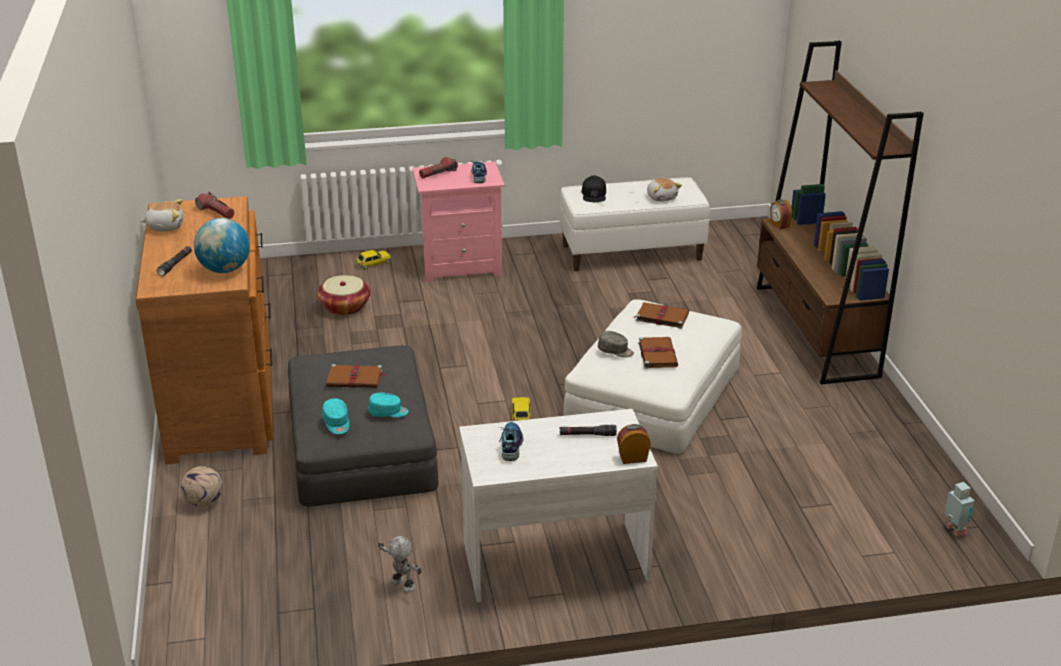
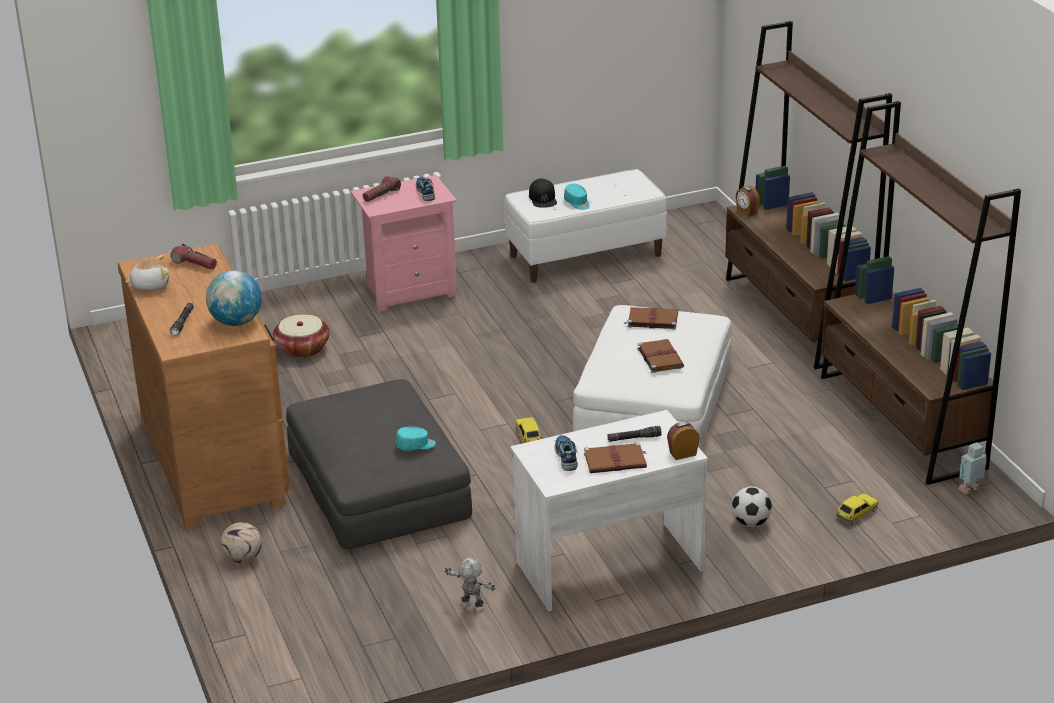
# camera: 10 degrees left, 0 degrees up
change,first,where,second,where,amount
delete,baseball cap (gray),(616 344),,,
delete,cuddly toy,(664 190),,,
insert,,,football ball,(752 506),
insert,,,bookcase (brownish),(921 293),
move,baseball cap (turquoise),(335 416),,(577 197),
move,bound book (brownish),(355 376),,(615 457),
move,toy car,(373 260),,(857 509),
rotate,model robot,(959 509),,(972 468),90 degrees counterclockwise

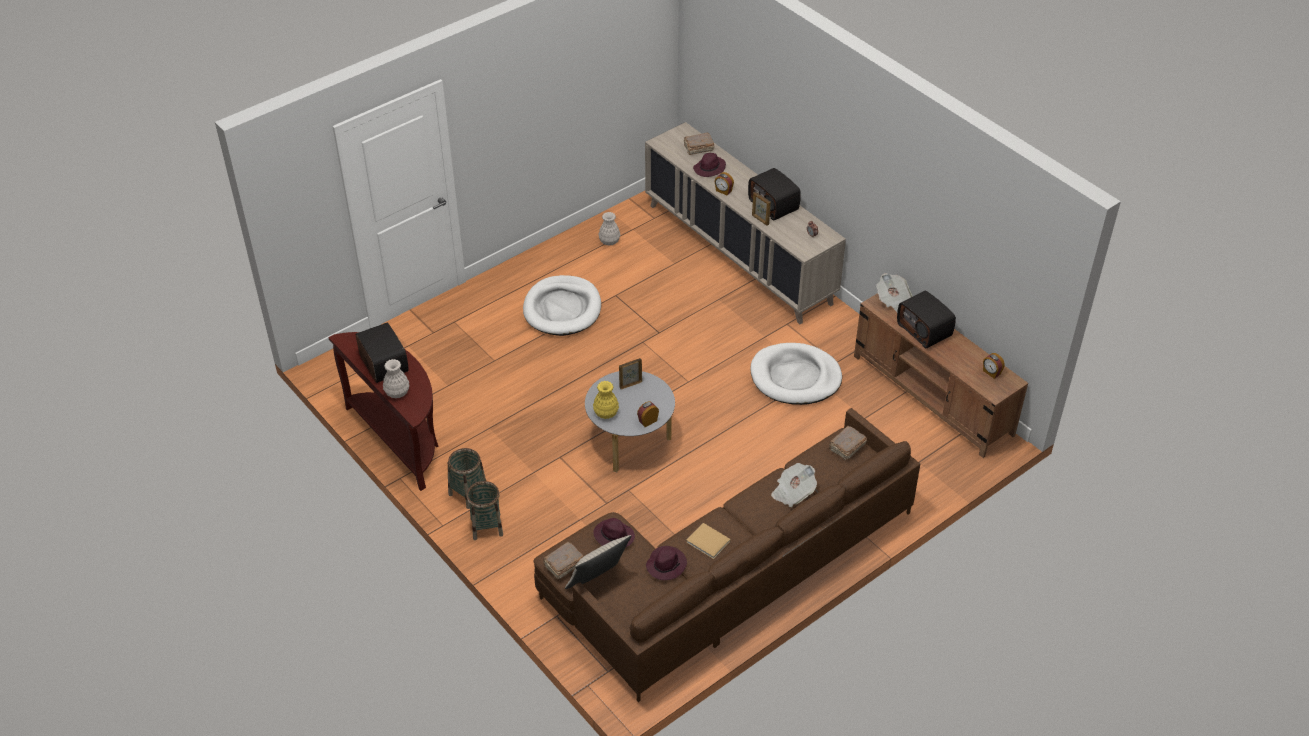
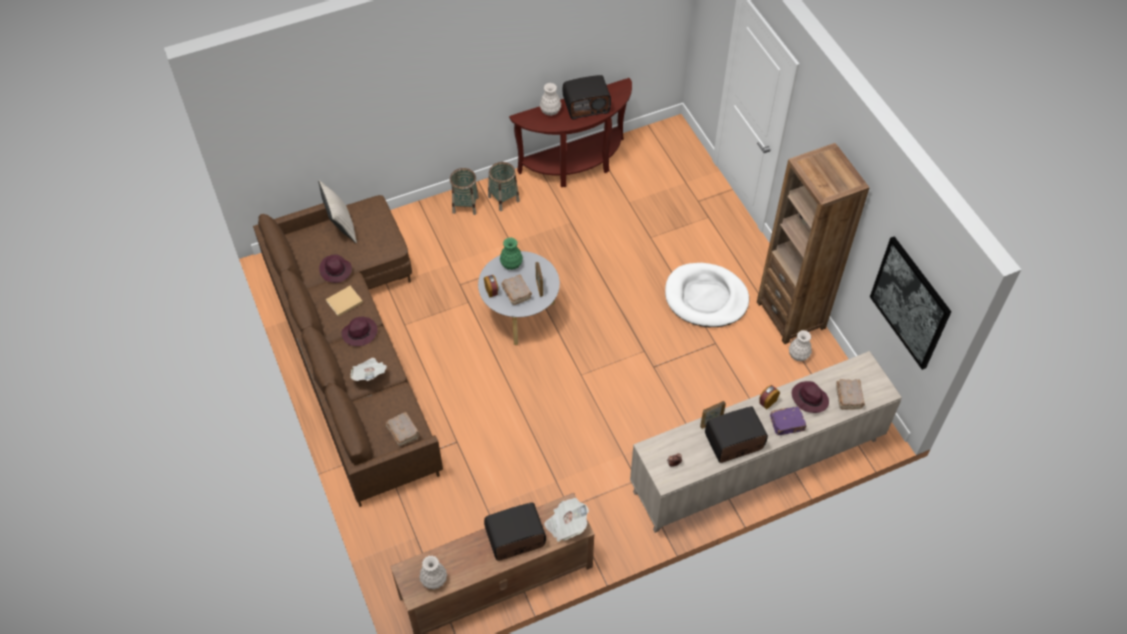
# camera: 105 degrees right, 10 degrees up
change,first,where,second,where,amount
delete,dog cushion (white),(796 374),,,
insert,,,bookcase (brownish),(813 244),
insert,,,bound book (purplish),(788 420),
insert,,,wall art,(910 303),
move,bound book (brownish),(563 560),,(516 290),
move,clothing hat (purplish),(614 532),,(359 331),
replace,table clock,(994 366),decorative vase (white),(433 572),
recolor,decorative vase (yellow-coloured),(606 400),decorative vase (green),(511 253),

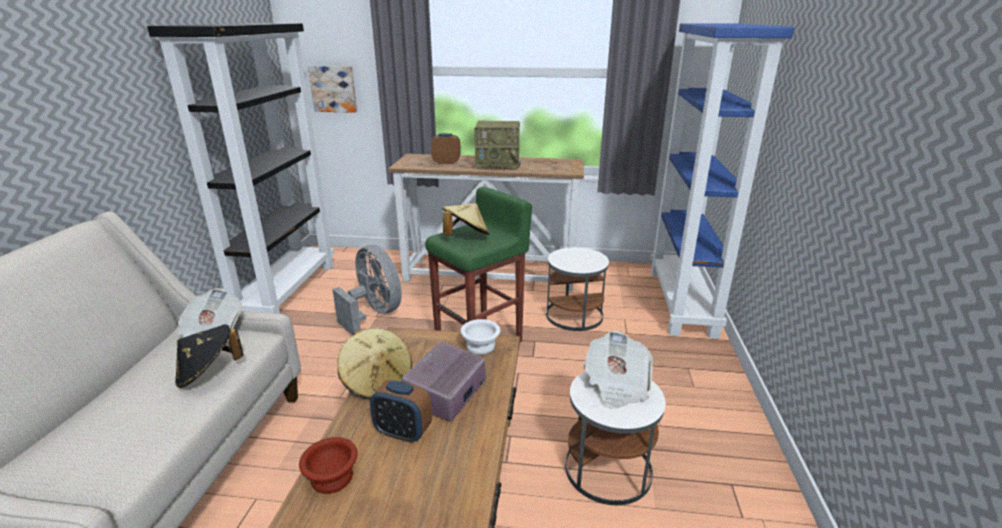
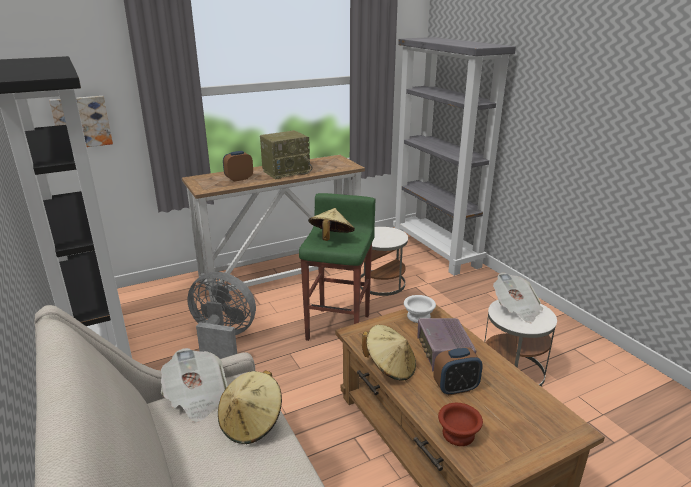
# camera: 35 degrees left, 0 degrees up
change,first,where,second,where,amount
recolor,clothing hat (black),(209 356),clothing hat (sand-coloured),(250 407),
recolor,bookcase (blue),(722 181),bookcase (gray),(454 156),

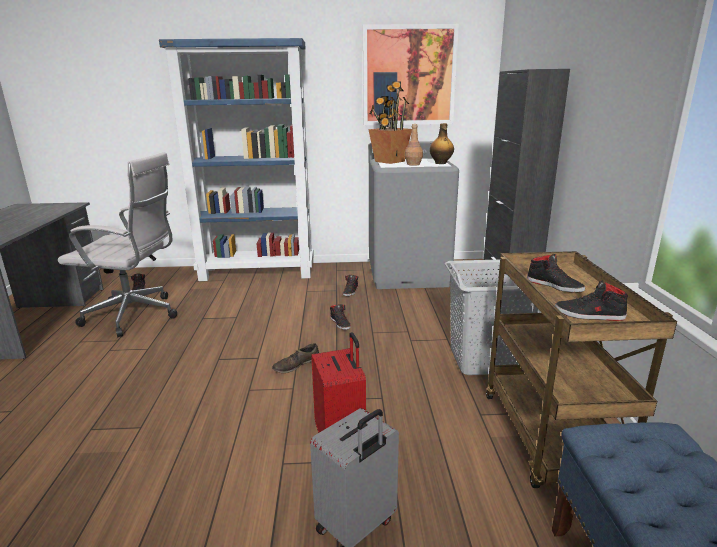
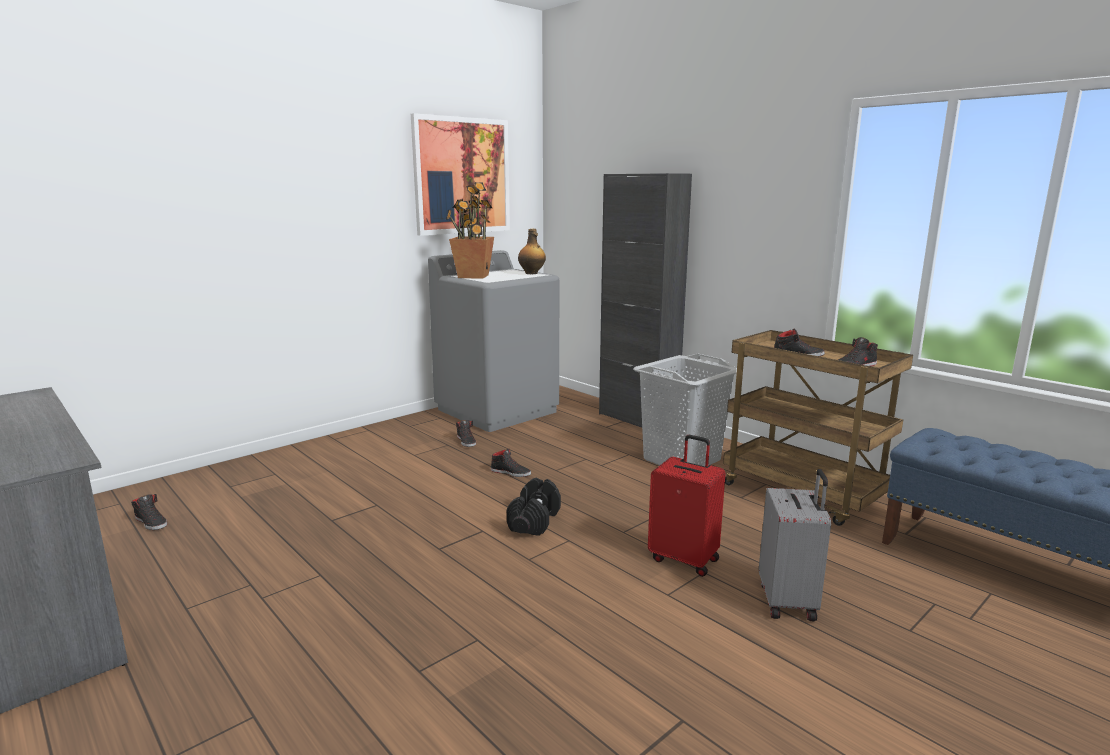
# camera: 40 degrees left, 5 degrees down
change,first,where,second,where,amount
delete,computer chair (white),(117 244),,,
delete,bookcase (blue),(236 159),,,
delete,beverage bottle (brownish),(414 145),,,
replace,shoe (brownish),(295 358),hand weight (black),(534 507),

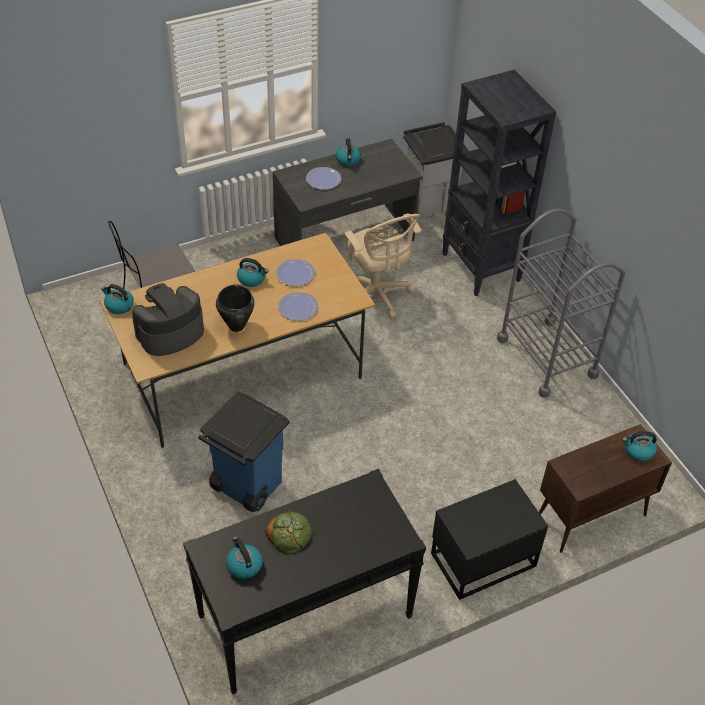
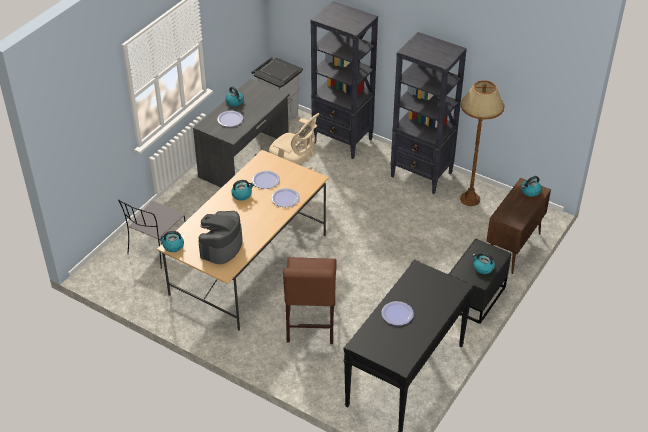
# camera: 30 degrees left, 5 degrees down
change,first,where,second,where,amount
delete,saucepot (black),(235 308),,,
insert,,,standing lamp (brownish),(482 143),
move,water kettle,(244 557),,(483 263),
replace,waste bin (blue),(244 452),chair (brownish),(310 300),
replace,bakery bread,(288 532),flat dish,(397 313),
replace,wheeled cart (gray),(561 303),bookcase (black),(428 113),

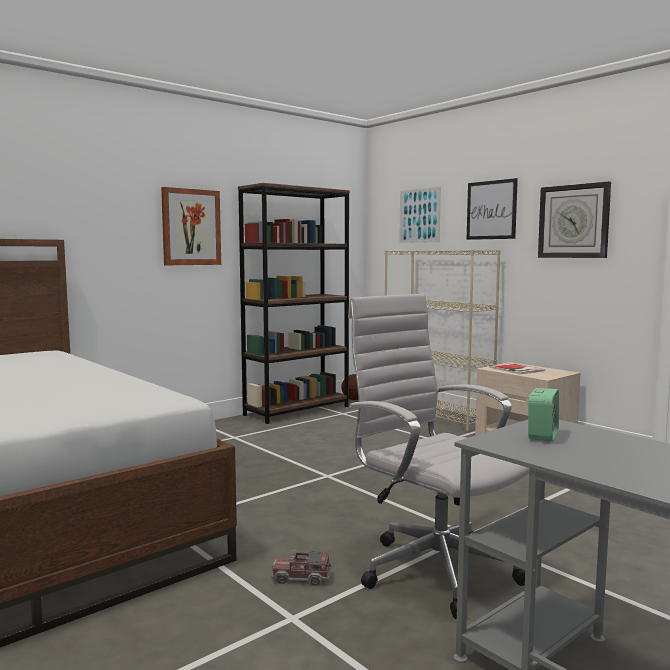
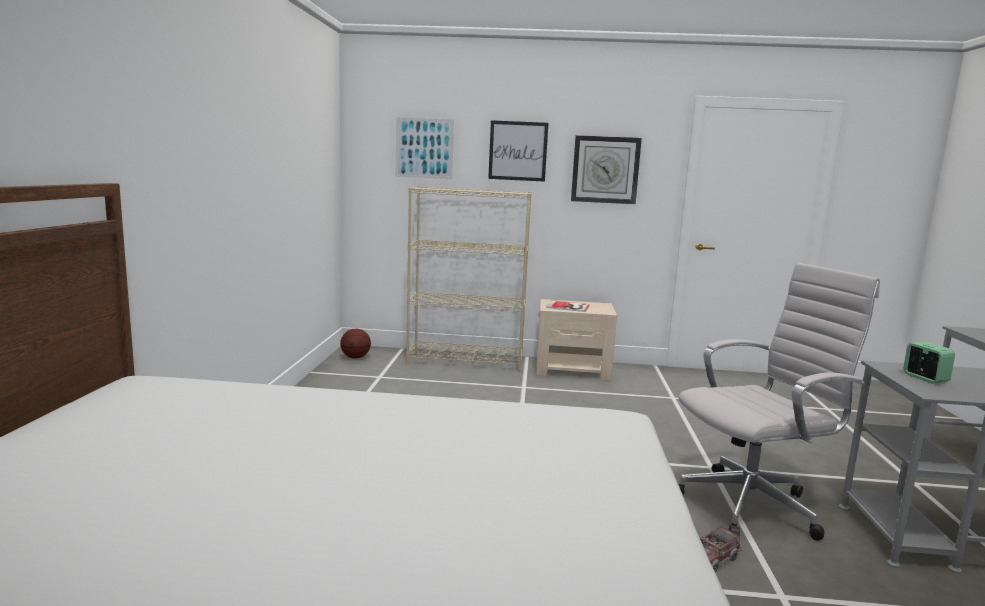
# camera: 45 degrees left, 5 degrees up
change,first,where,second,where,amount
delete,wall art,(191 226),,,
delete,bookcase (brownish),(294 303),,,
rotate,computer chair (white),(439 456),,(779 402),150 degrees clockwise

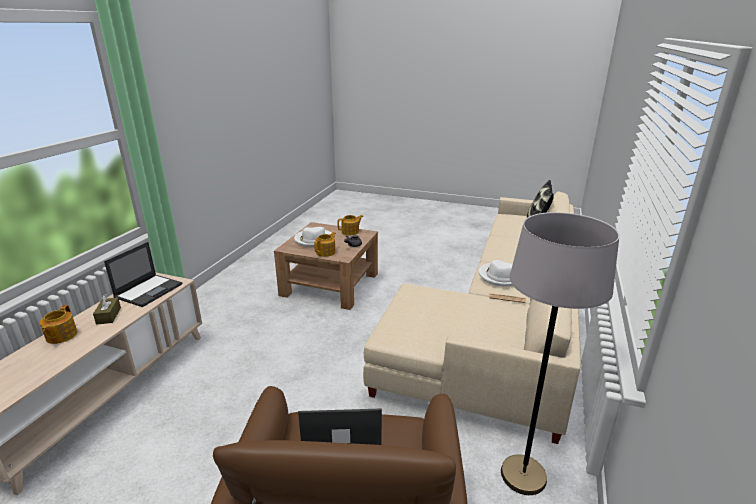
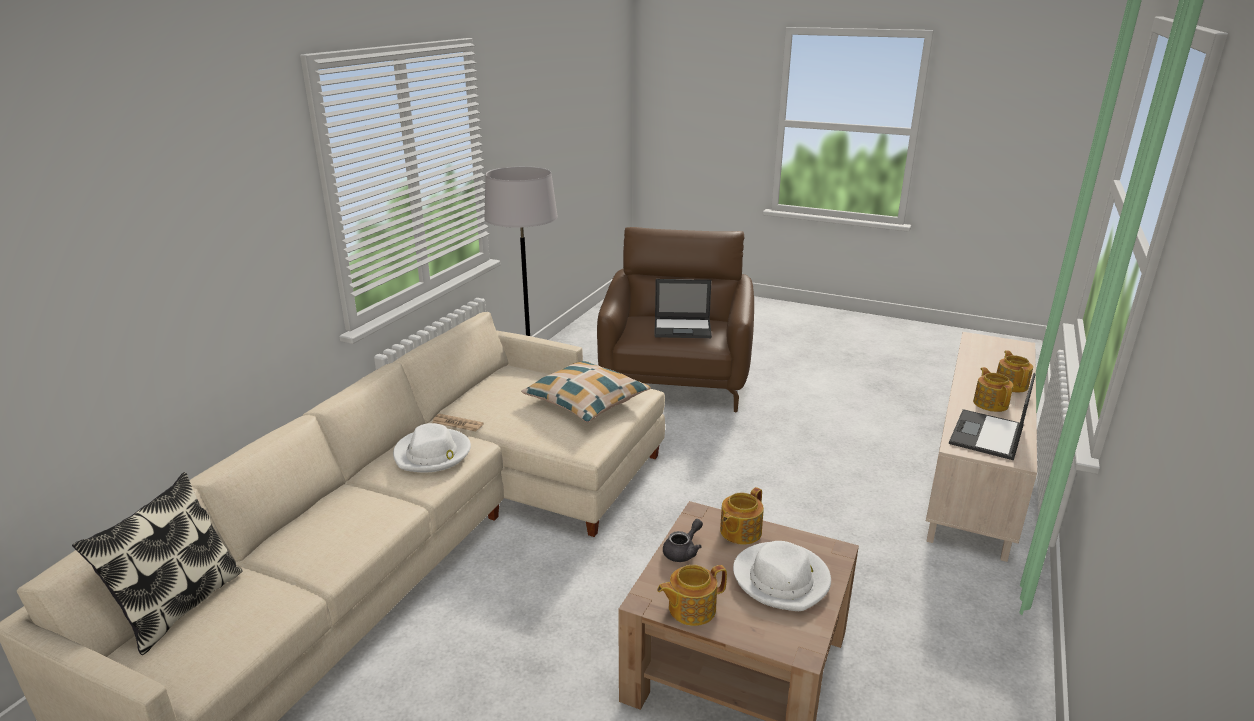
# camera: 175 degrees left, 0 degrees up
change,first,where,second,where,amount
insert,,,pillow,(586 391),
replace,box of tissues (brownish),(107 309),teapot,(993 389),

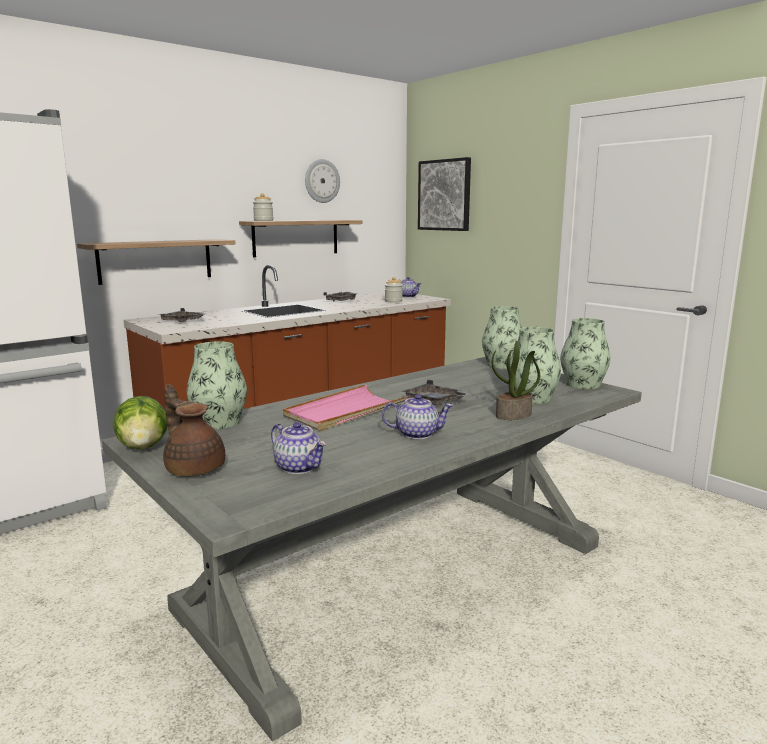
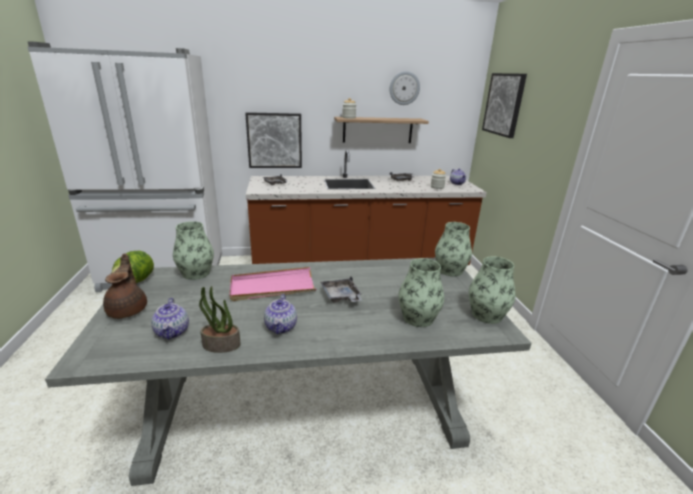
# camera: 30 degrees right, 10 degrees up
change,first,where,second,where,amount
move,plant in a pot,(515 380),,(220 319),
replace,shelf,(156 262),wall art,(273 140),
rotate,teapot,(417 416),,(280 314),60 degrees clockwise

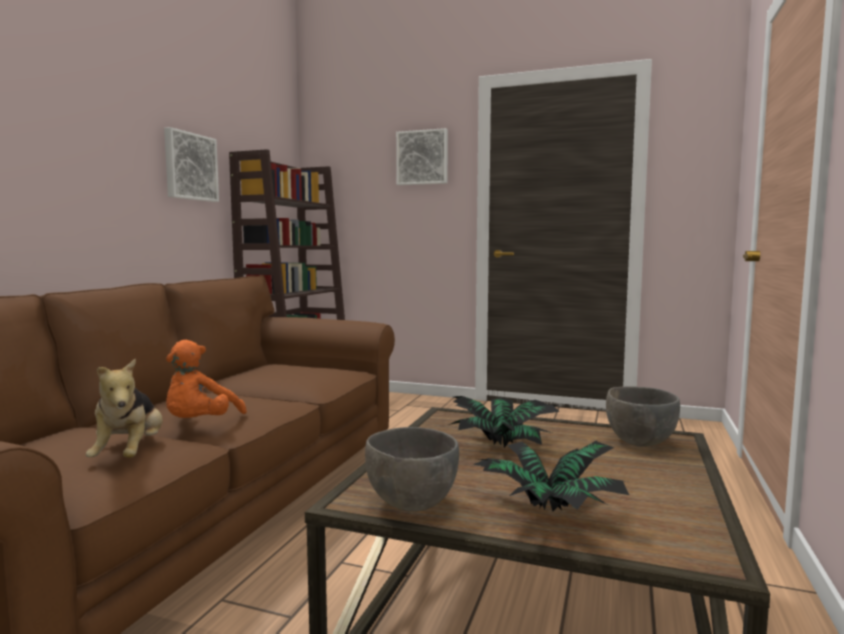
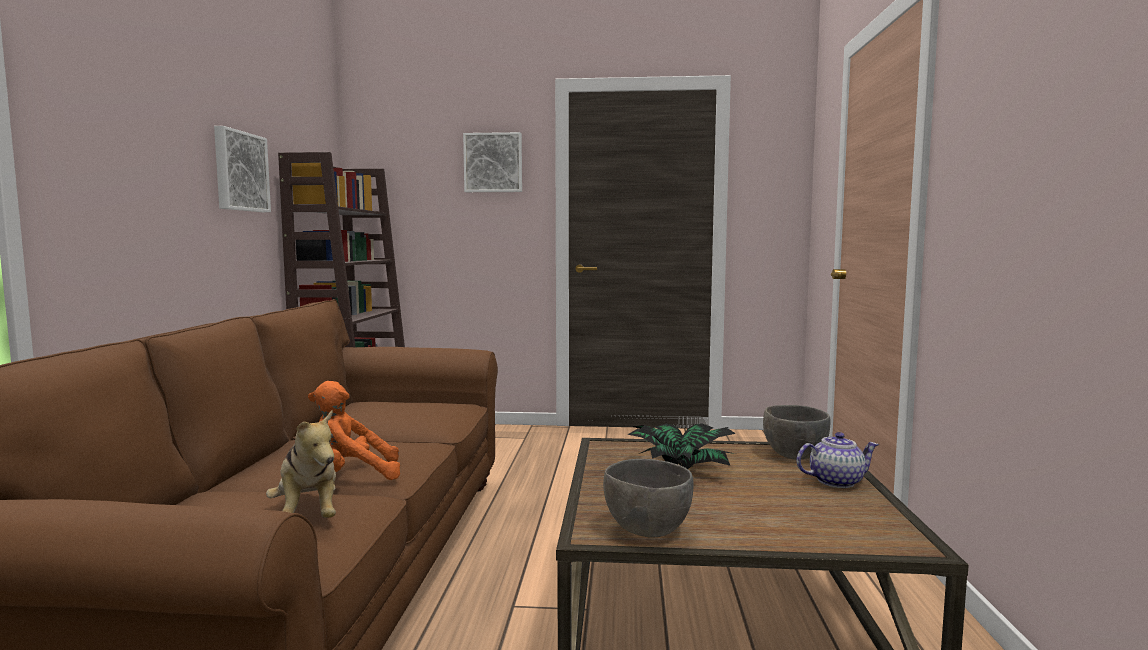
# camera: 15 degrees left, 0 degrees up
change,first,where,second,where,amount
delete,plant in a pot,(551 476),,,
insert,,,teapot,(838 460),
rotate,cuddly toy (orangey),(206 379),,(354 430),75 degrees clockwise

